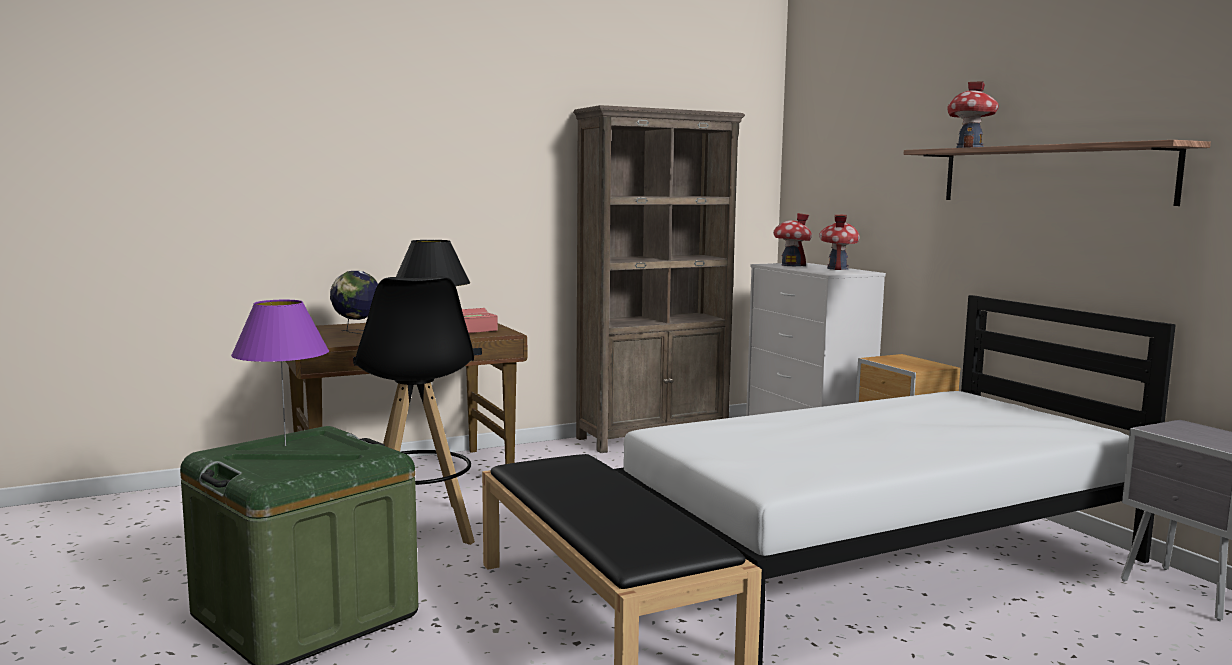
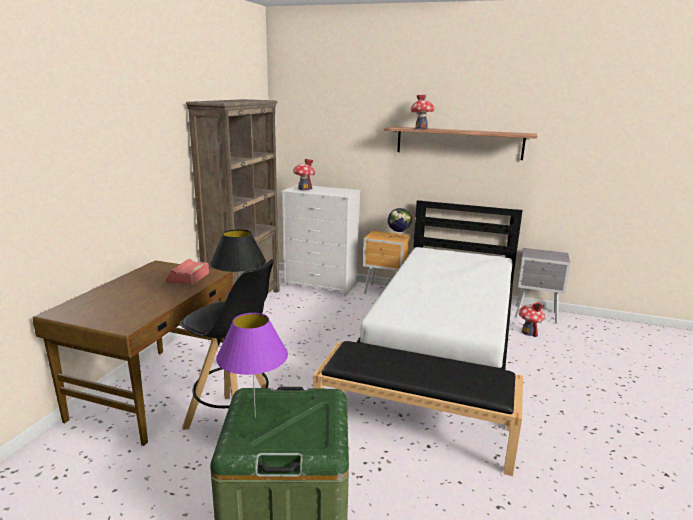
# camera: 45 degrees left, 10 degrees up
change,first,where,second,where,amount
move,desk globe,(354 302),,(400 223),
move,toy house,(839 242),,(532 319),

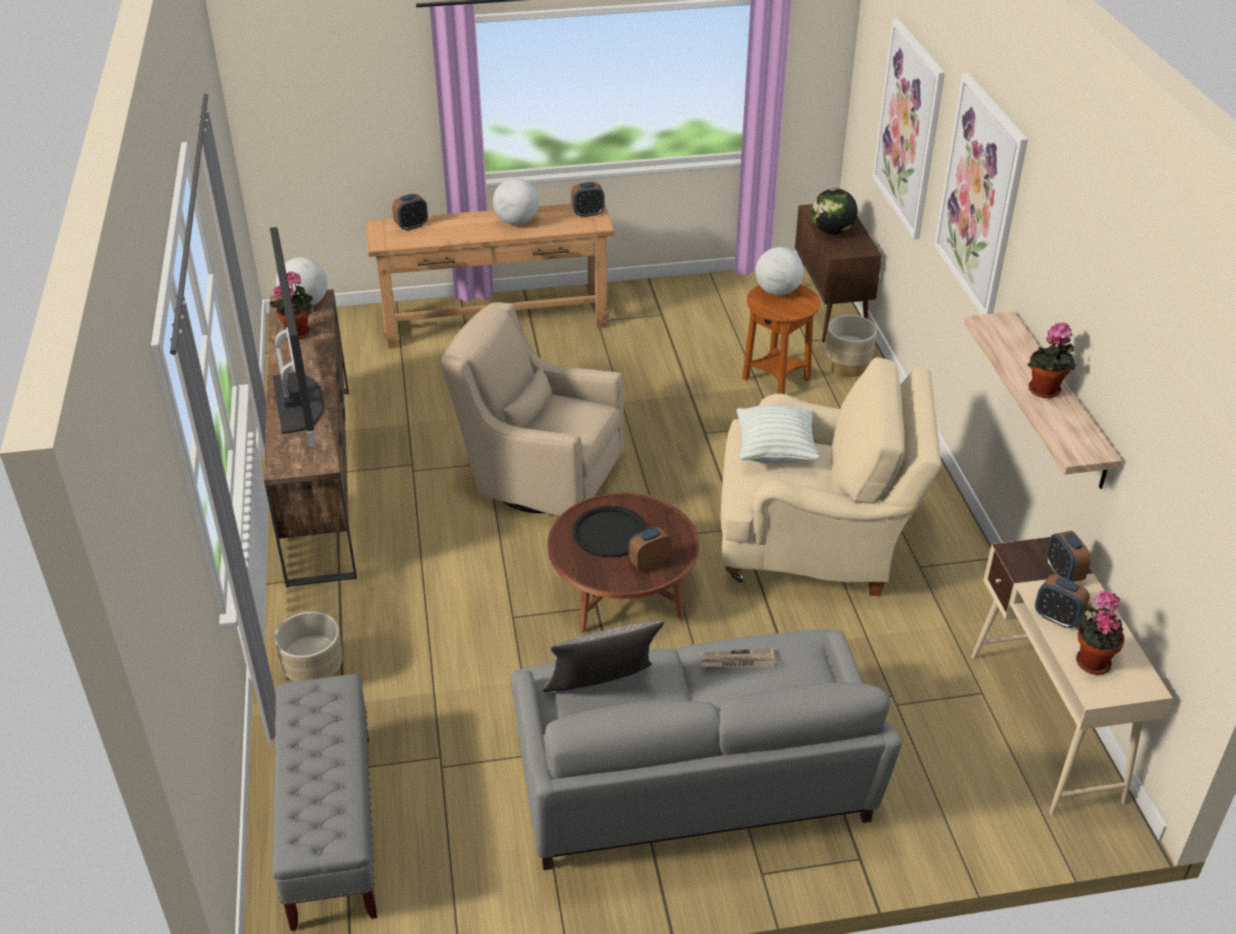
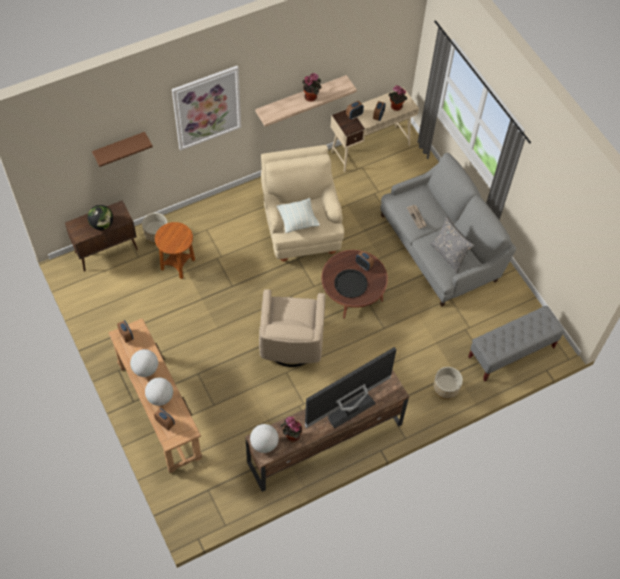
# camera: 110 degrees left, 20 degrees up
change,first,where,second,where,amount
move,desk globe,(779 271),,(159 392),
replace,wall art,(908 128),shelf (brownish),(122 149),

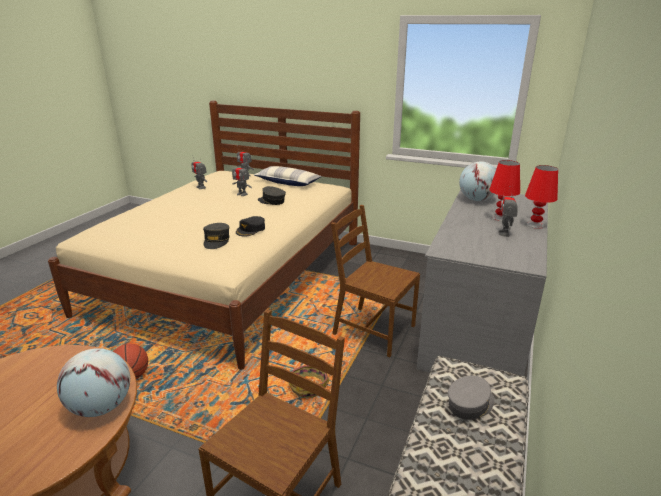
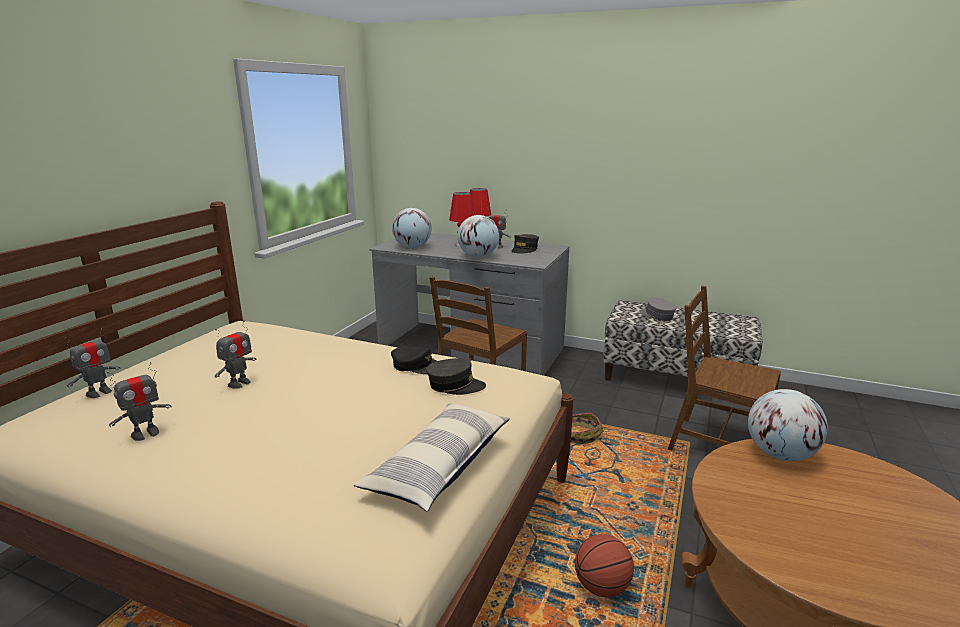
# camera: 90 degrees left, 5 degrees down
change,first,where,second,where,amount
insert,,,desk globe,(478 236),
move,pillow,(288 176),,(431 457),
move,baseball cap (gray),(272 195),,(525 244),

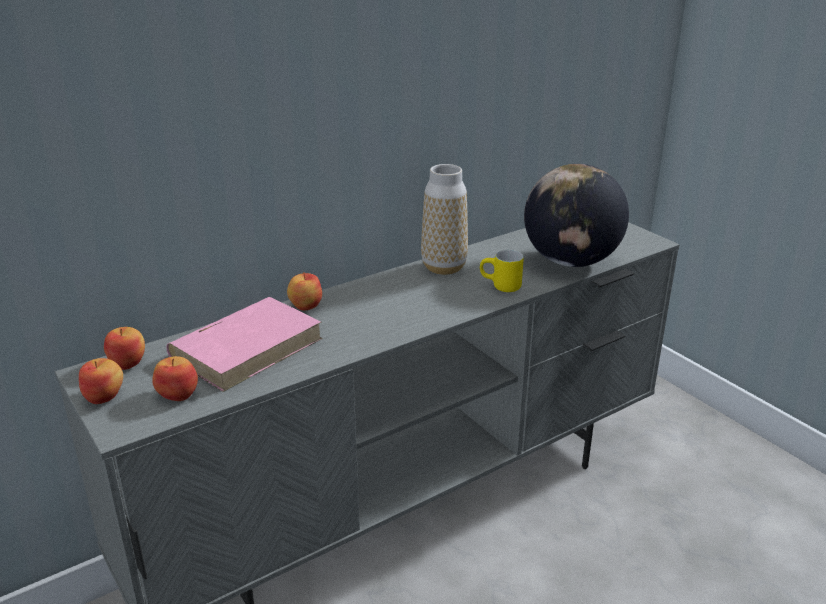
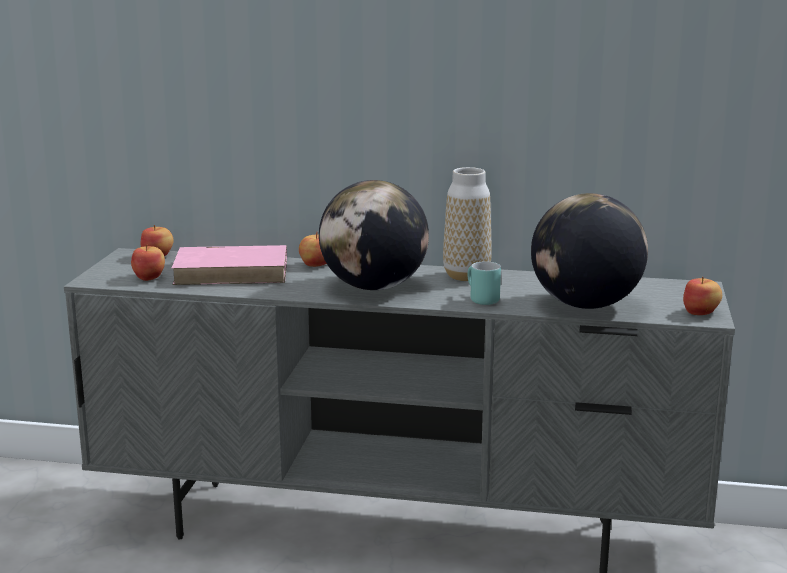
# camera: 45 degrees right, 10 degrees down
change,first,where,second,where,amount
insert,,,desk globe,(374 235),
move,apple fruit,(101 381),,(702 296),
recolor,tea mug (yellow-coloured),(502 271),tea mug (turquoise),(484 283),

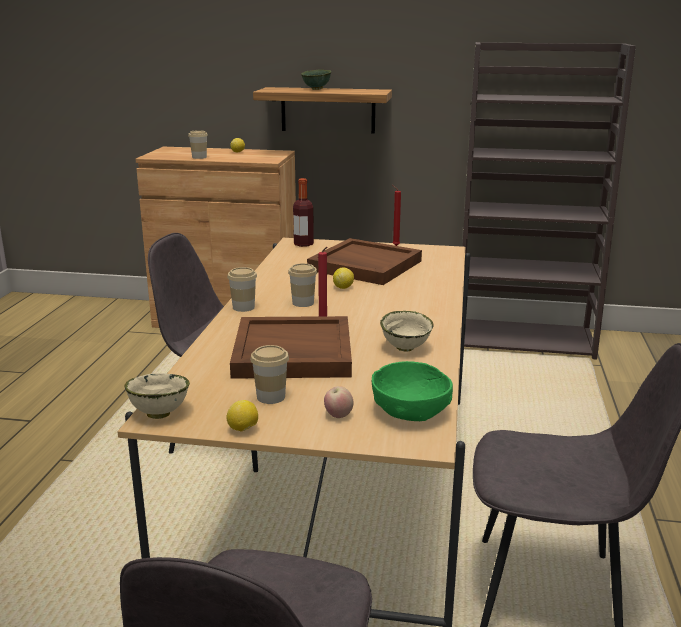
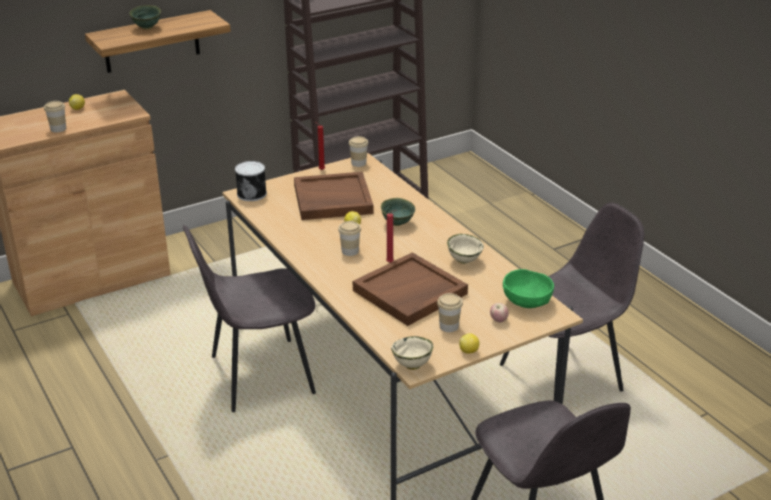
# camera: 40 degrees left, 10 degrees up
change,first,where,second,where,amount
insert,,,bowl (green),(398 212),
move,small cup,(242 289),,(358 151),
replace,beverage bottle,(303 212),can,(251 181),

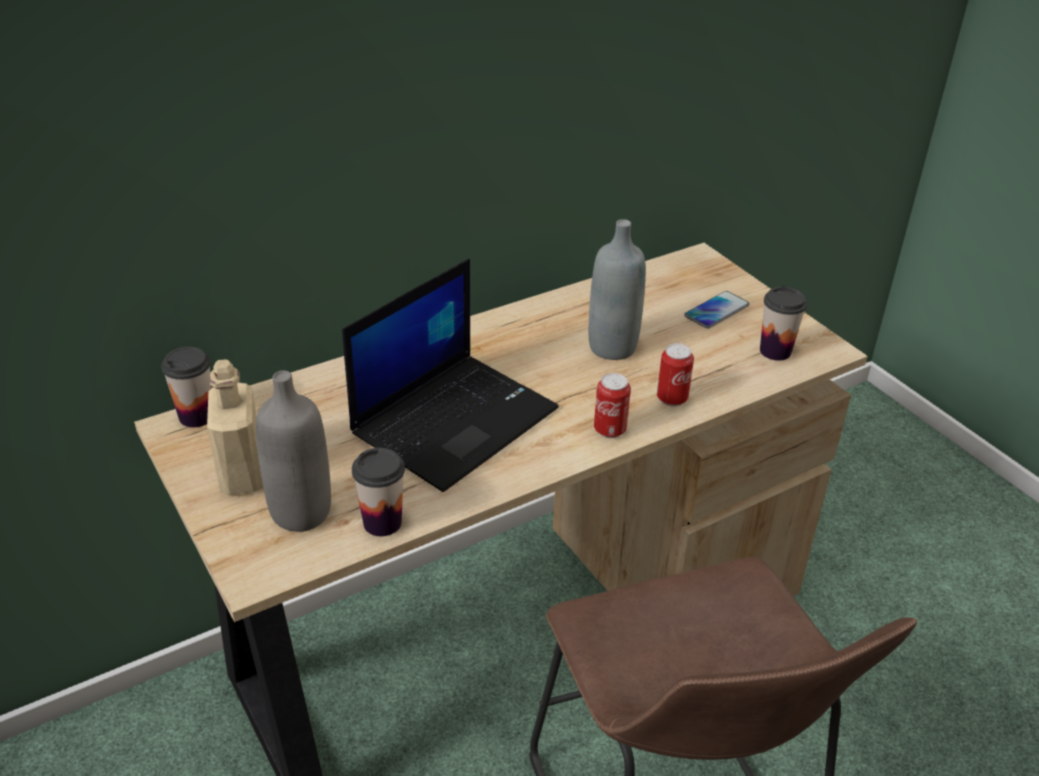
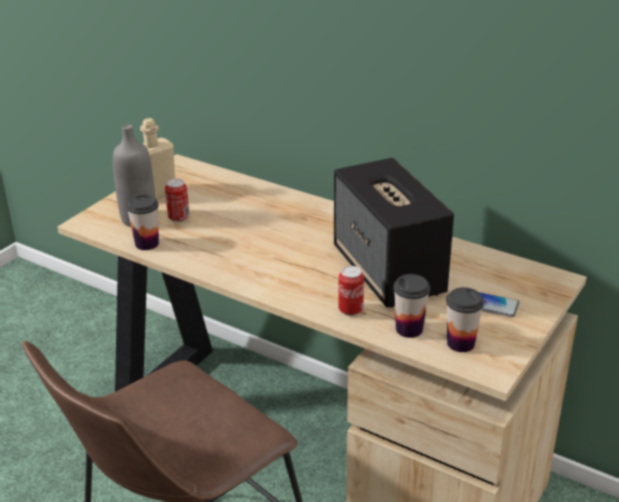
# camera: 65 degrees right, 5 degrees down
change,first,where,second,where,amount
delete,portable computer,(450 375),,,
move,small cup,(186 387),,(411 306),
move,can,(612 405),,(177 200),
replace,beverage bottle (gray),(617 289),speaker,(394 233),

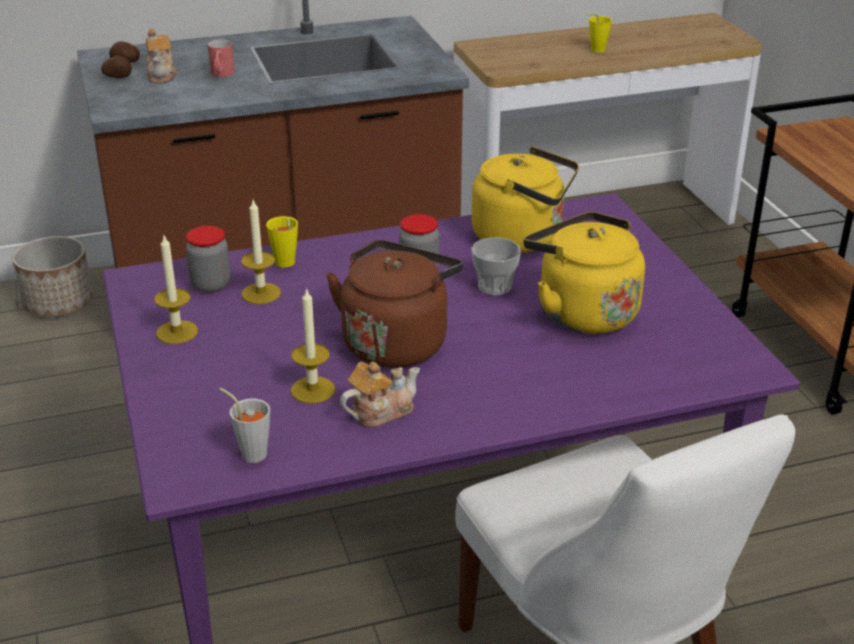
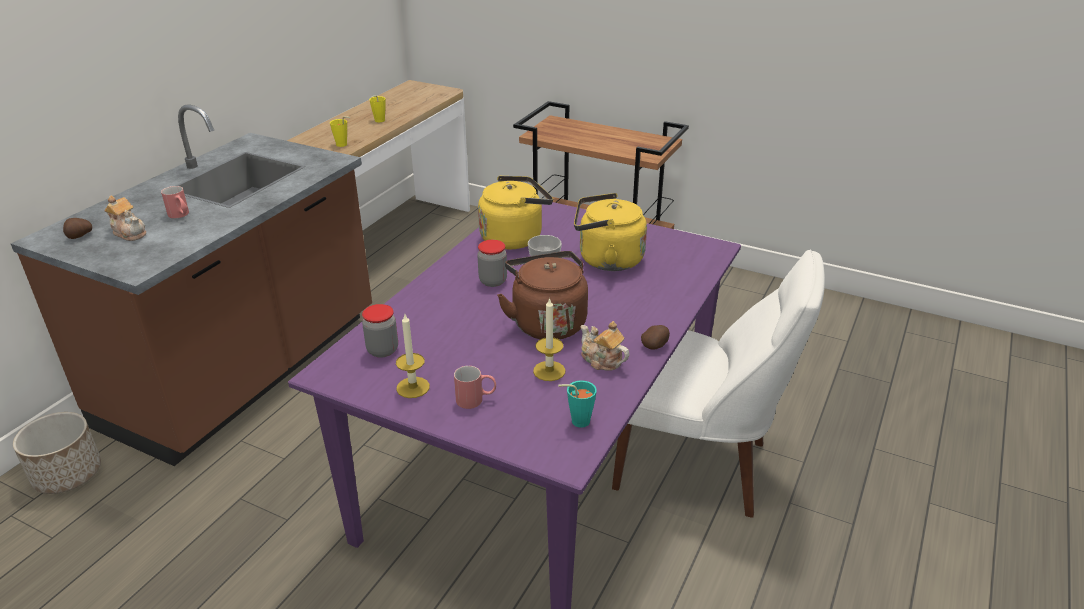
# camera: 45 degrees left, 0 degrees up
change,first,where,second,where,amount
delete,candle,(261 252),,,
insert,,,tea mug (red-coloured),(475 387),
move,potato,(116 67),,(655 337),
move,small cup (yellow-coloured),(282 242),,(340 131),
recolor,small cup (gray),(244 425),small cup (turquoise),(577 404),
rotate,teapot,(380 394),,(604 346),60 degrees counterclockwise

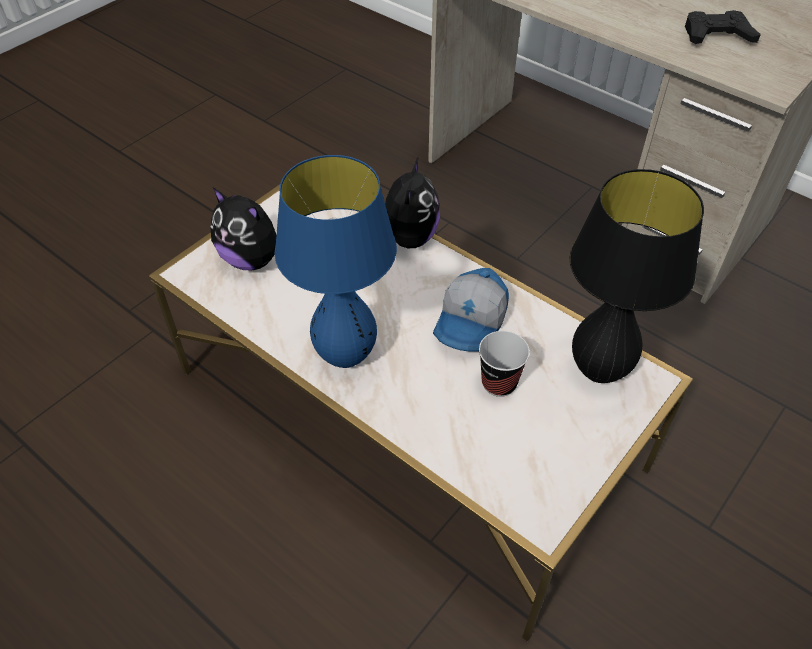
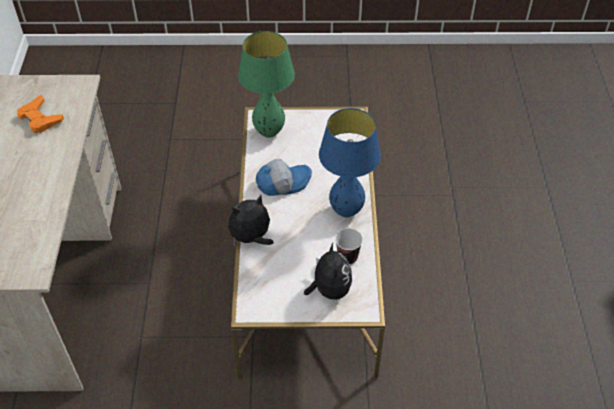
# camera: 130 degrees left, 0 degrees up
change,first,where,second,where,amount
move,small cup,(504 364),,(349 246),
recolor,table lamp (black),(636 276),table lamp (green),(266 84),
recolor,gamepad (black),(723 27),gamepad (orangey),(40 114),

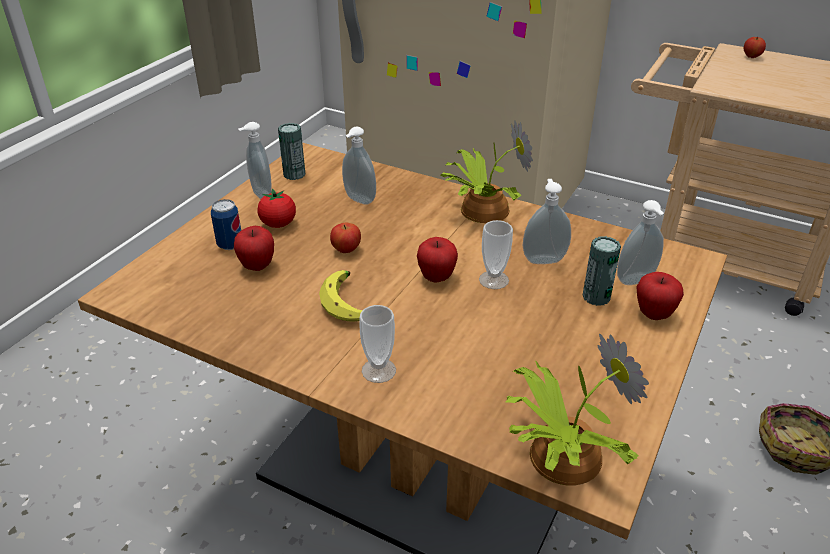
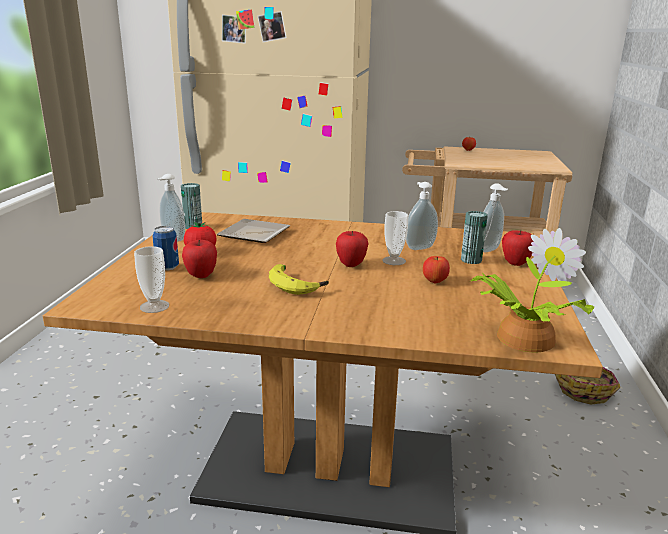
# camera: 20 degrees left, 15 degrees down
change,first,where,second,where,amount
delete,plant in a pot,(486 171),,,
move,apple fruit,(345 238),,(436 269),
move,small cup,(378 344),,(151 279),
replace,soap dispenser,(359 166),flat dish,(253 231),

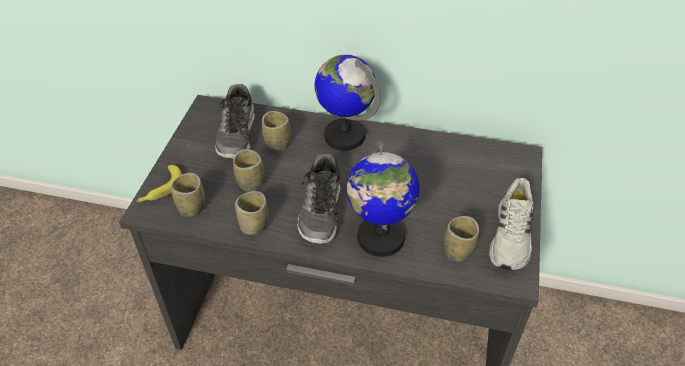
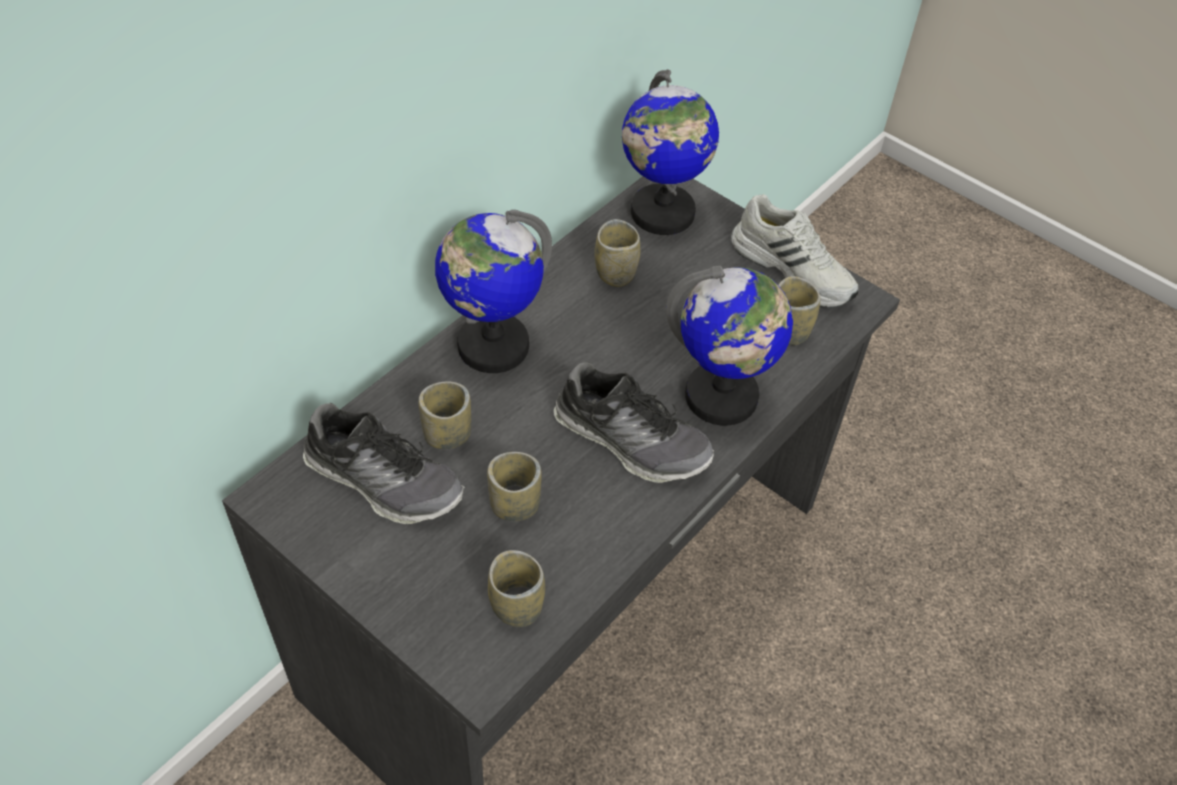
# camera: 65 degrees left, 5 degrees up
change,first,where,second,where,amount
delete,banana fruit,(159 183),,,
insert,,,desk globe,(670 152),
move,small cup,(251 213),,(617 253),

